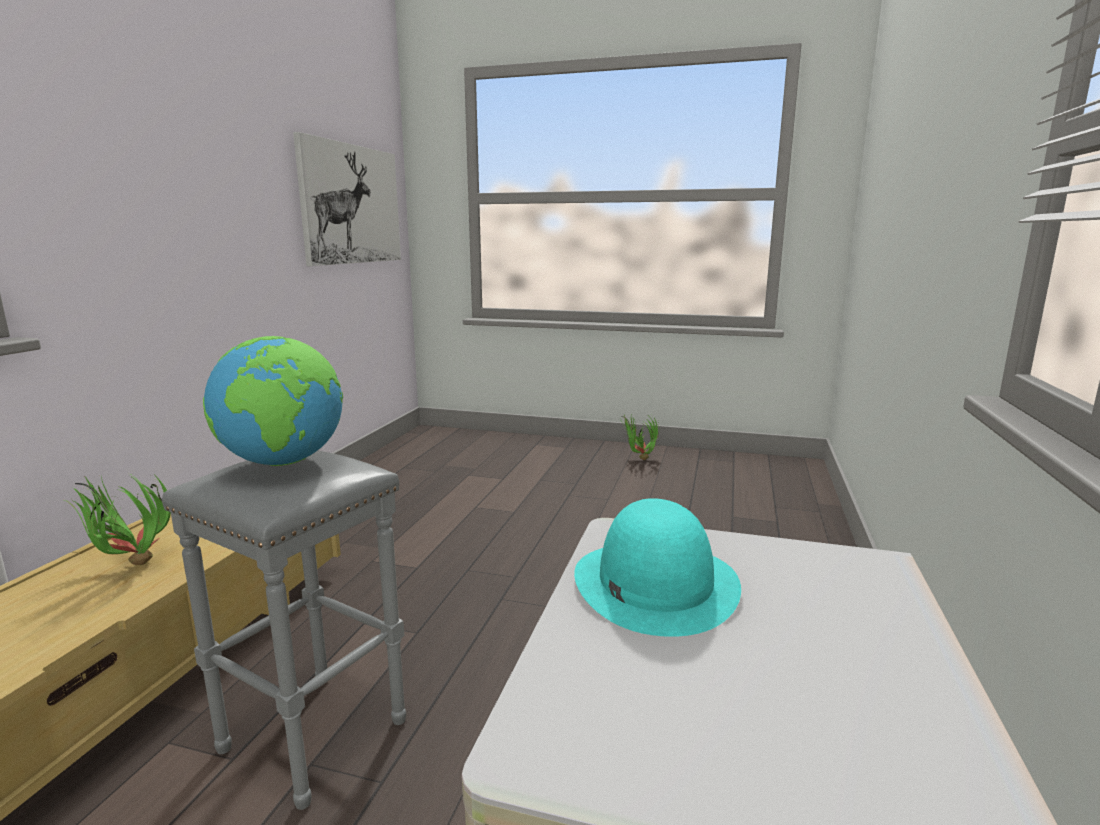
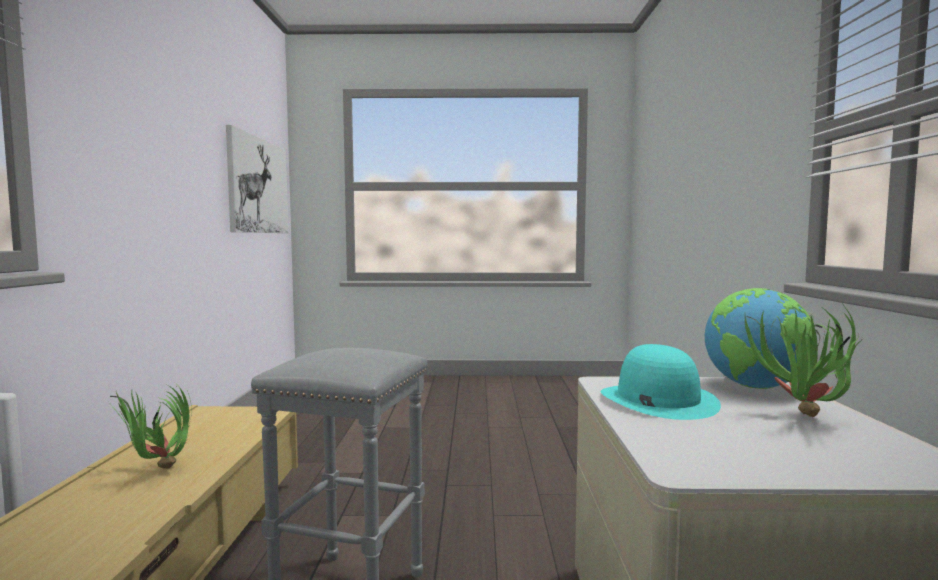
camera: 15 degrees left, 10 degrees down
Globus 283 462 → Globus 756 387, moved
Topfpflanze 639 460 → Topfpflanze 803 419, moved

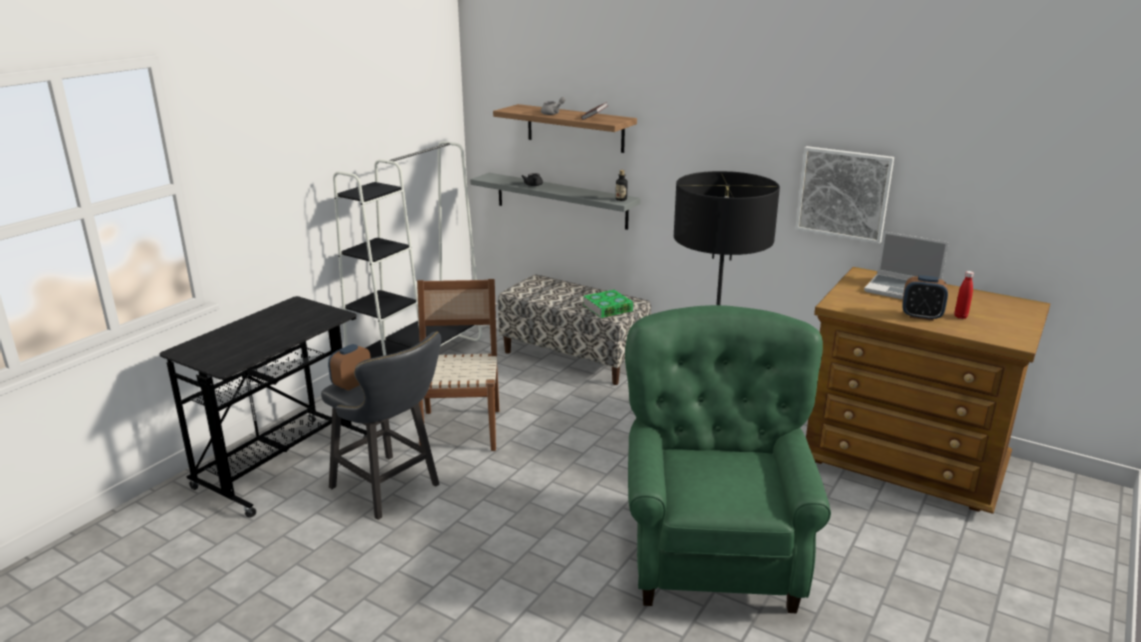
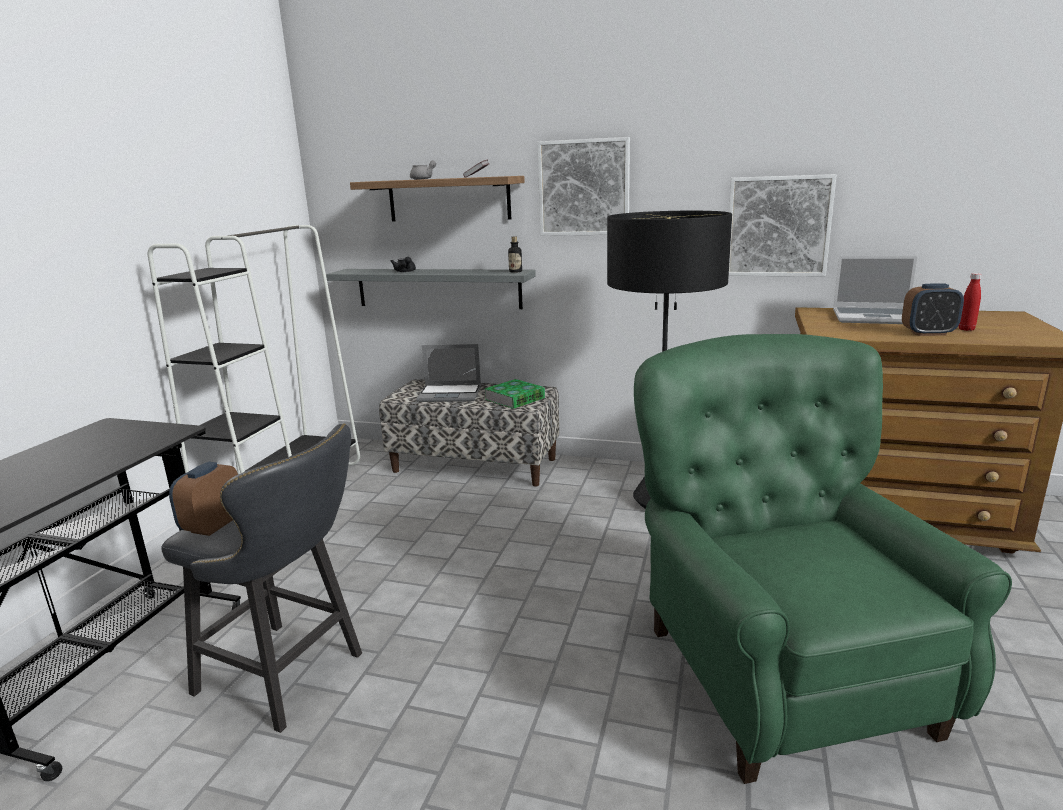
camera: 15 degrees left, 5 degrees down
Stuhl 461 428 → -
- → Laptop 451 394
- → Bild 584 188

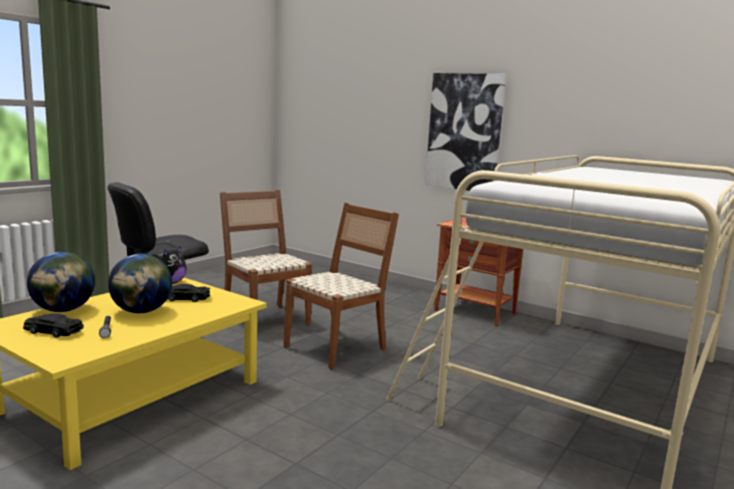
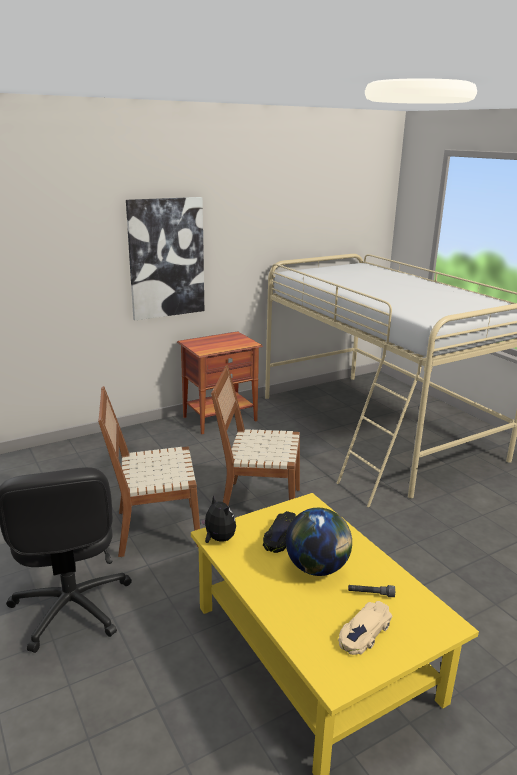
camera: 65 degrees left, 10 degrees up
Globus 63 310 → -
Spielzeugauto (schwarz) 52 330 → Spielzeugauto (beige) 364 632
Stuhl 338 347 → Stuhl 256 503, 60 degrees counterclockwise

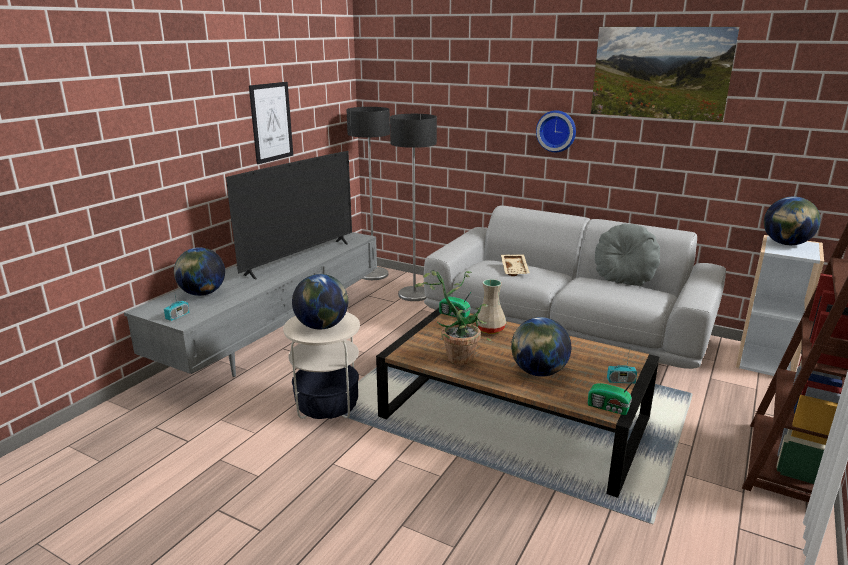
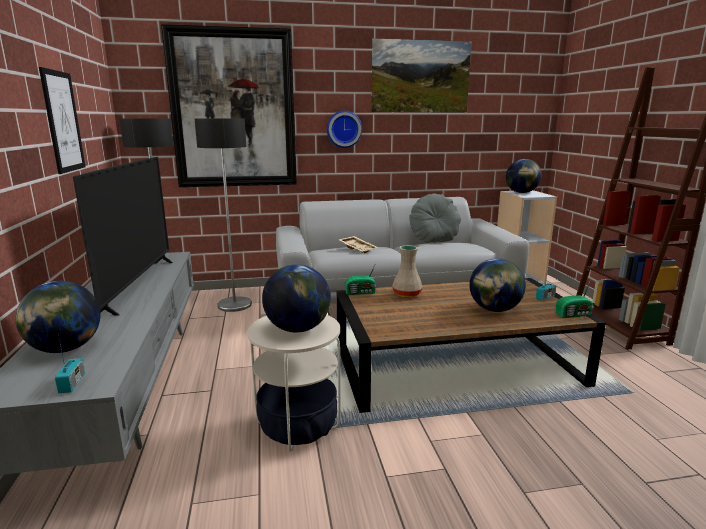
camera: 40 degrees left, 5 degrees down
Topfpflanze 458 355 → -
- → Bild 233 110

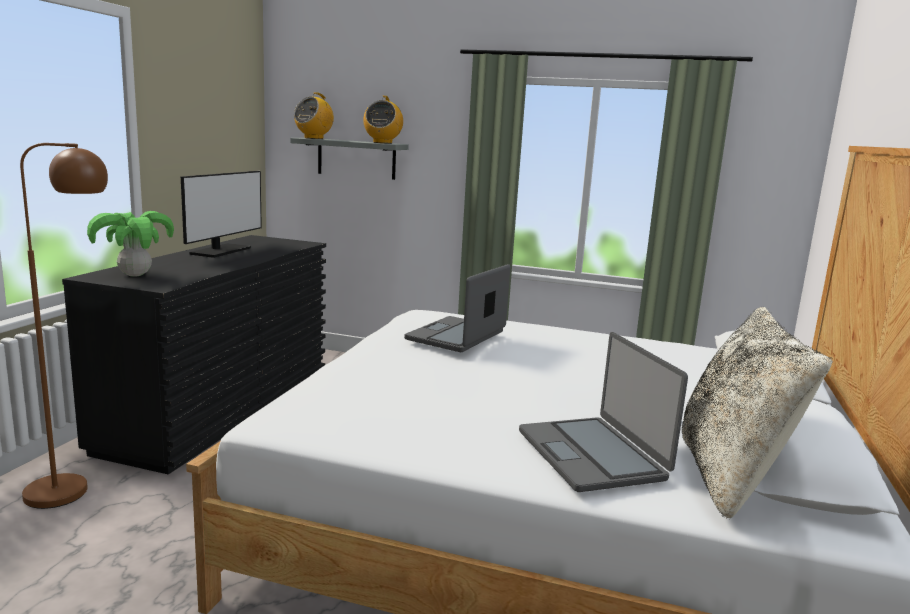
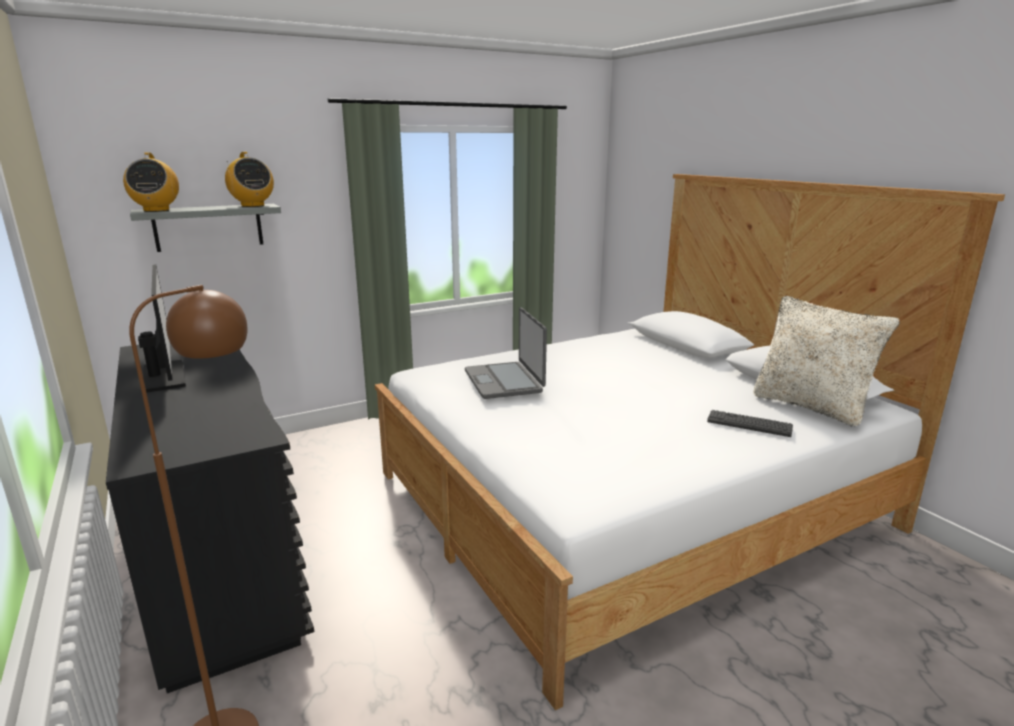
camera: 45 degrees left, 5 degrees up
Topfpflanze 135 275 → -
Laptop 592 455 → Tastatur 749 424

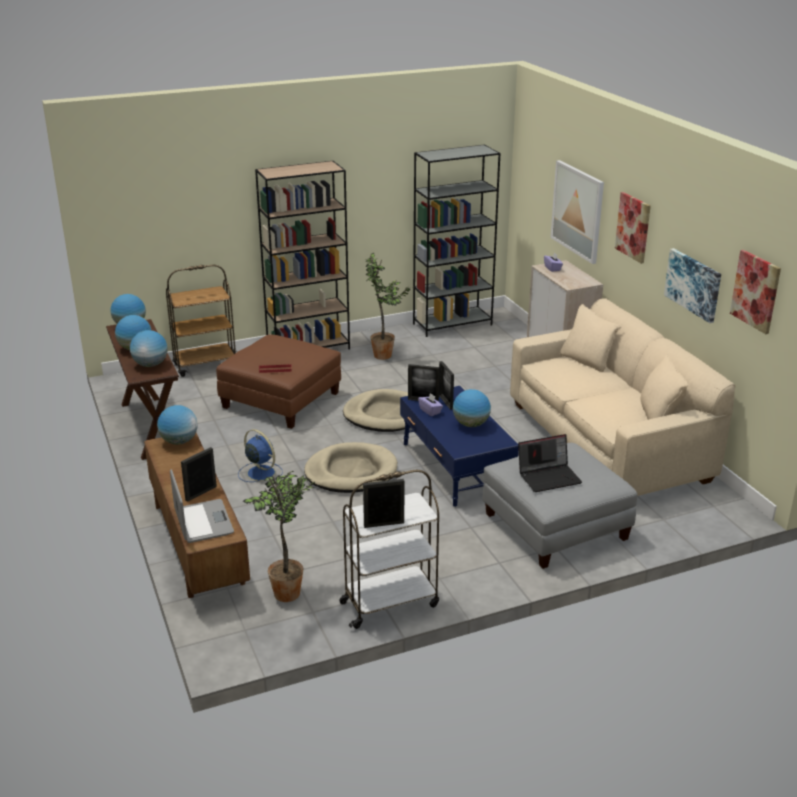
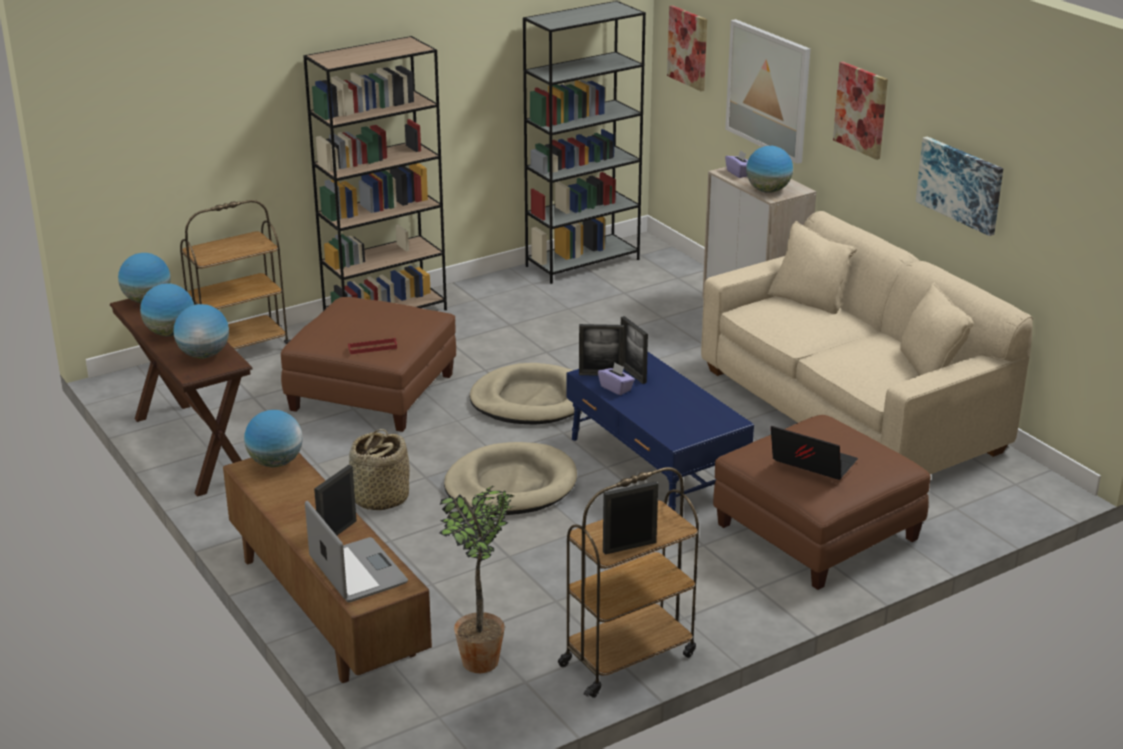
camera: 10 degrees left, 0 degrees up
Topfpflanze 384 356 → -
Globus 470 424 → Globus 768 190, moved
Bild 755 291 → Bild 688 47, moved
Ventilator (blau) 260 472 → Korb 380 498
Rollwagen (weiß) 390 604 → Rollwagen (braun) 629 660
Polsterhocker (grau) 555 526 → Polsterhocker (braun) 817 532
Laptop 549 477 → Laptop 811 463, 120 degrees counterclockwise

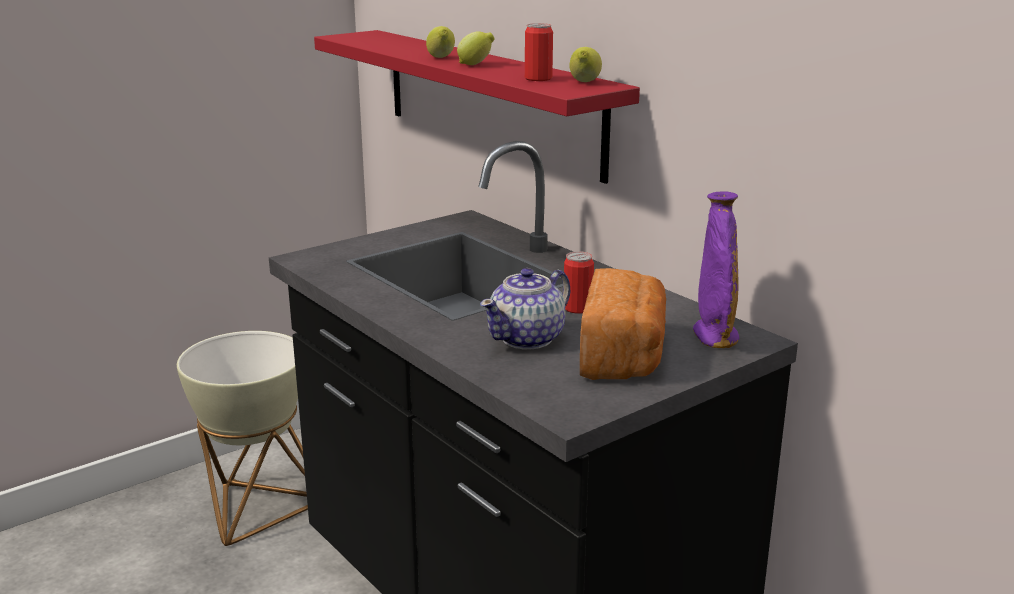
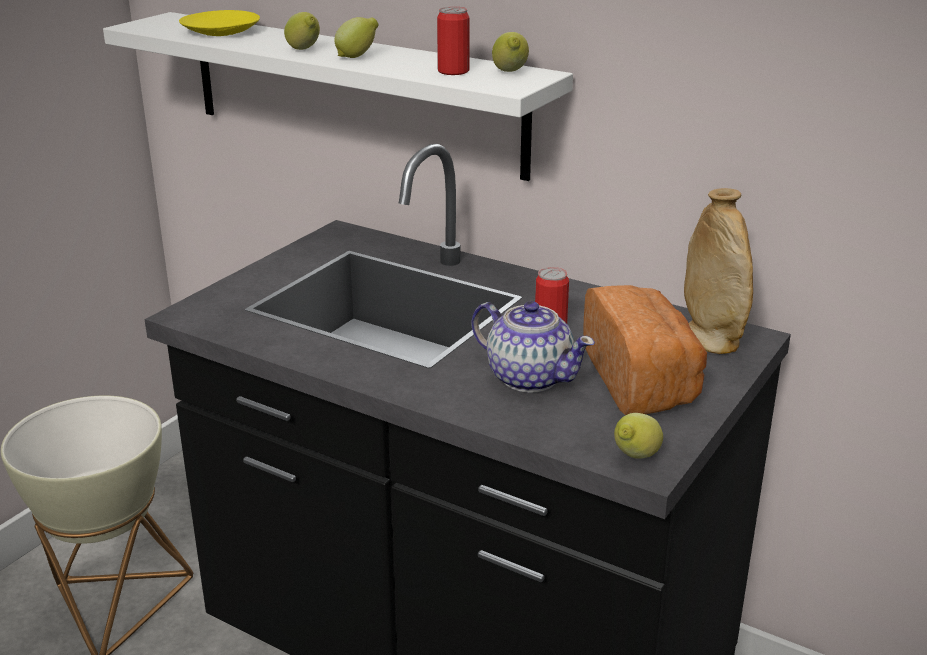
camera: 20 degrees left, 5 degrees up
- → Teller (gelb) 221 31
- → Zitrone 634 458
Wandregal (rot) 489 100 → Wandregal (weiß) 352 92
Vase (lila) 715 336 → Vase (beige) 710 339
Teekanne 528 338 → Teekanne 529 377, 75 degrees counterclockwise

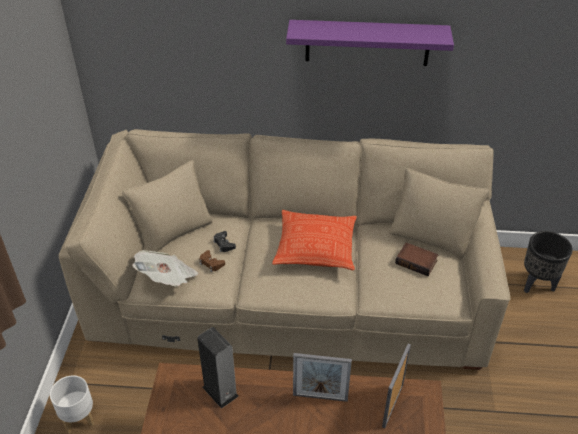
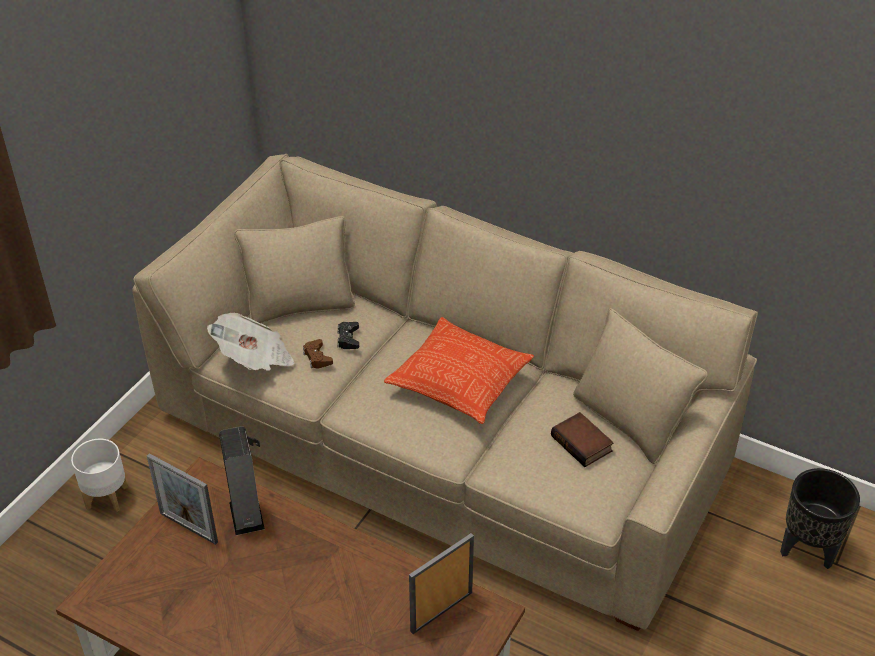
camera: 25 degrees right, 0 degrees up
Wandregal (lila) 367 42 → -
Bilderrahmen 320 397 → Bilderrahmen 188 528, moved

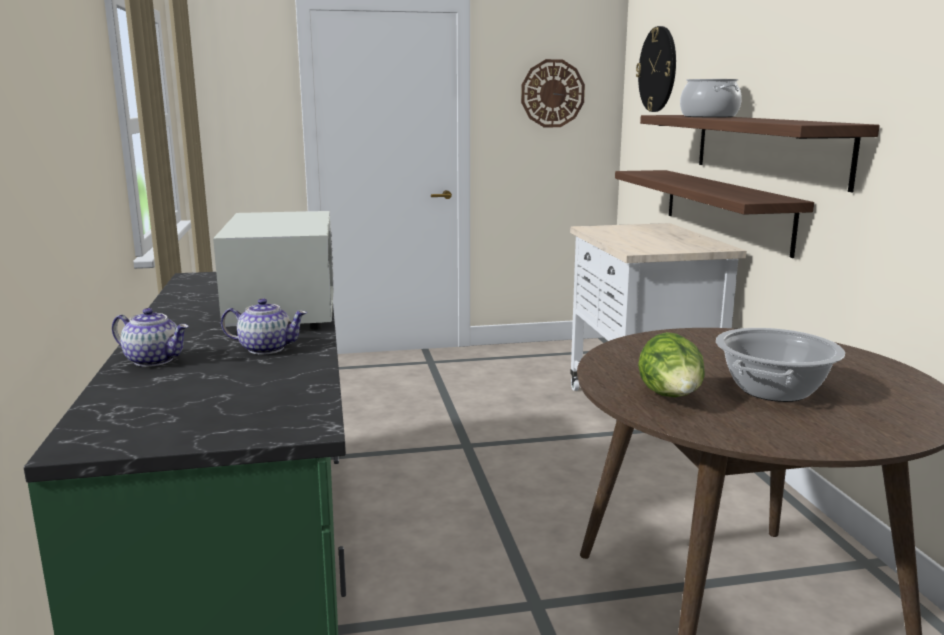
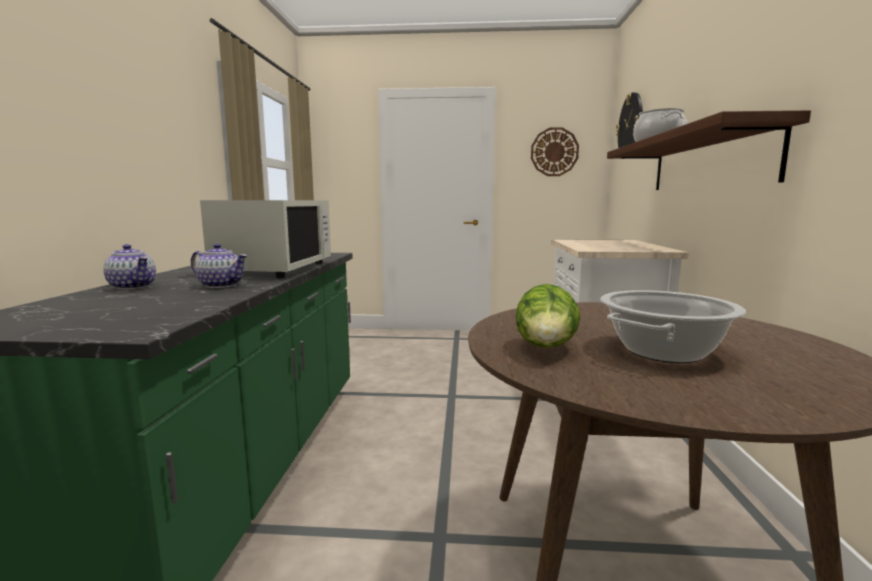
camera: 15 degrees right, 5 degrees down
Wandregal 725 208 → -

